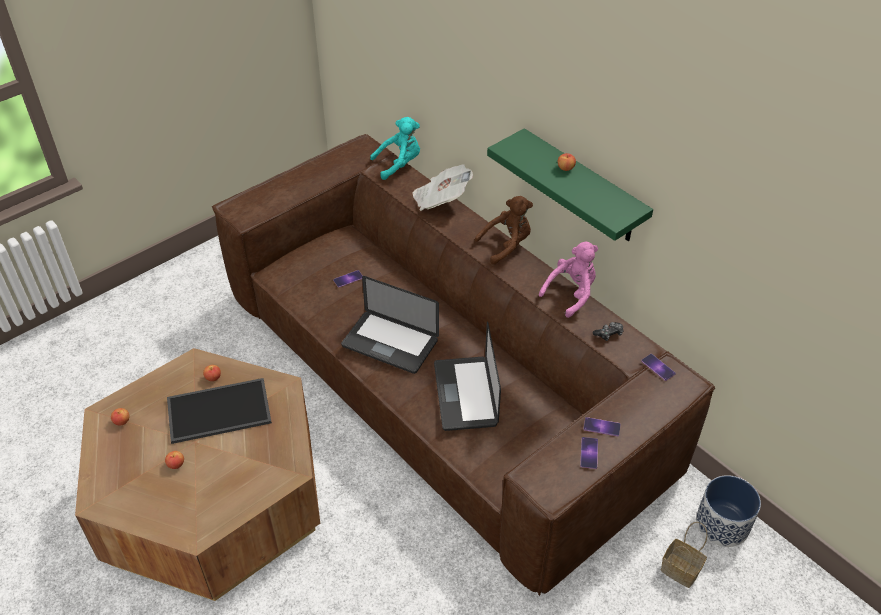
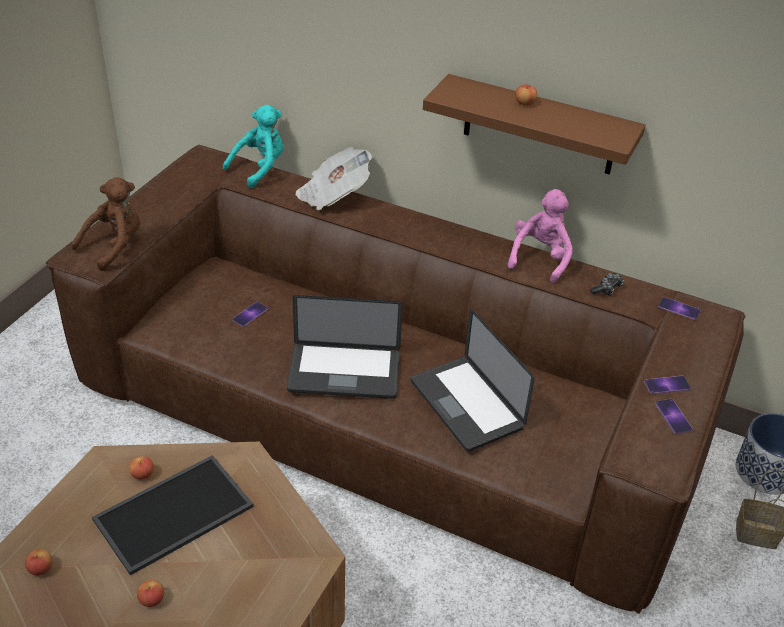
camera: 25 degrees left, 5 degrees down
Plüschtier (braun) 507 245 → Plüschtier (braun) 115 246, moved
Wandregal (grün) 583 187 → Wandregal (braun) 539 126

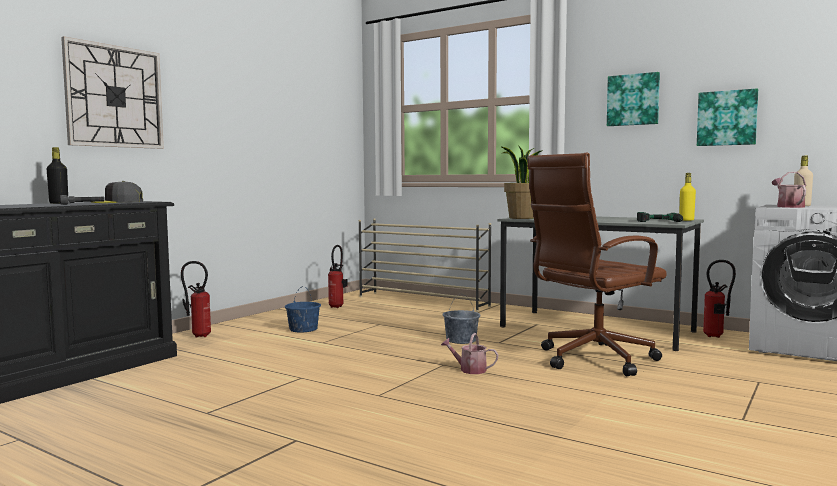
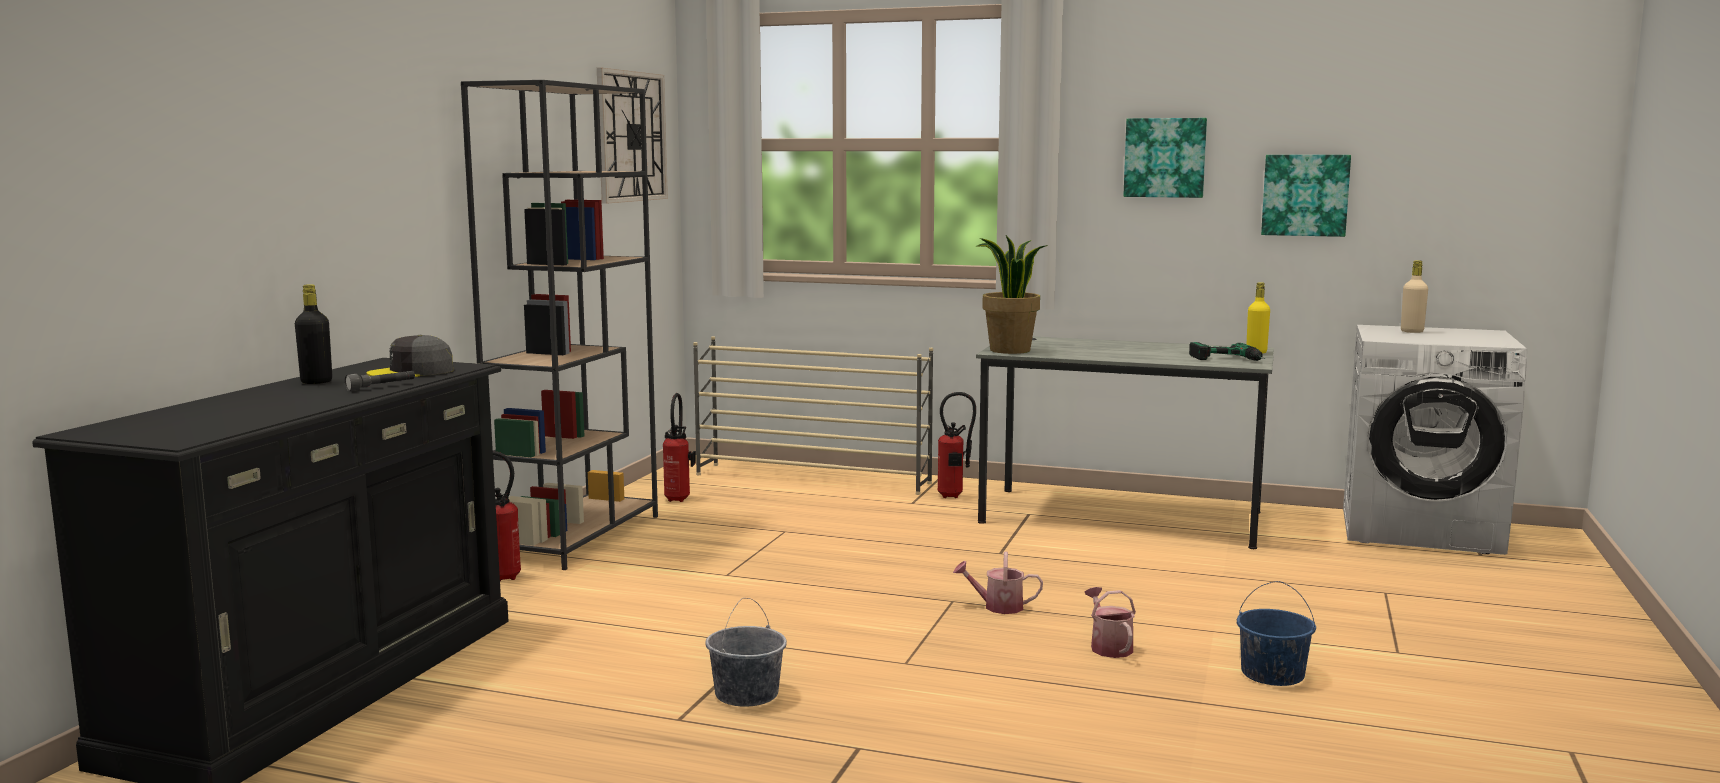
camera: 15 degrees left, 5 degrees up
Bürostuhl (braun) 592 360 → -
- → Bücherregal 577 537
Wanduhr 114 96 → Wanduhr 631 136, moved
Eimer (blau) 303 329 → Eimer (blau) 1272 674, moved
Eimer (grau) 461 340 → Eimer (grau) 746 694, moved
Feuerlöscher 716 336 → Feuerlöscher 954 496, moved
Gießkanne 788 206 → Gießkanne 1109 646, moved

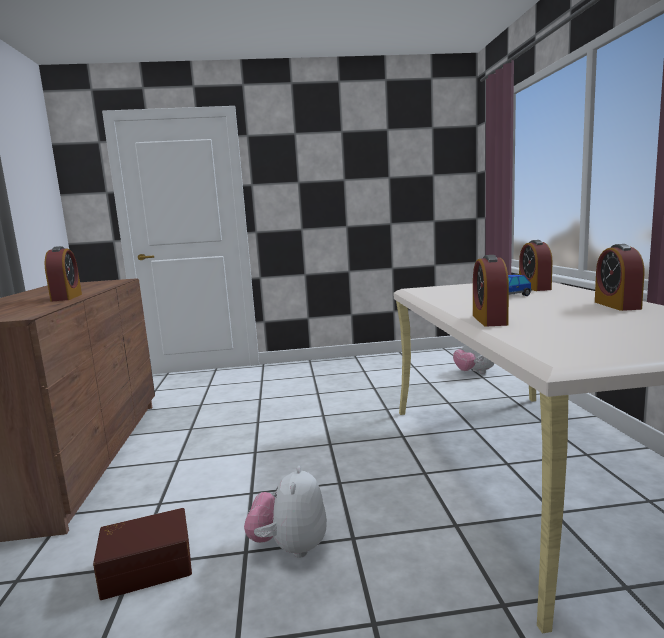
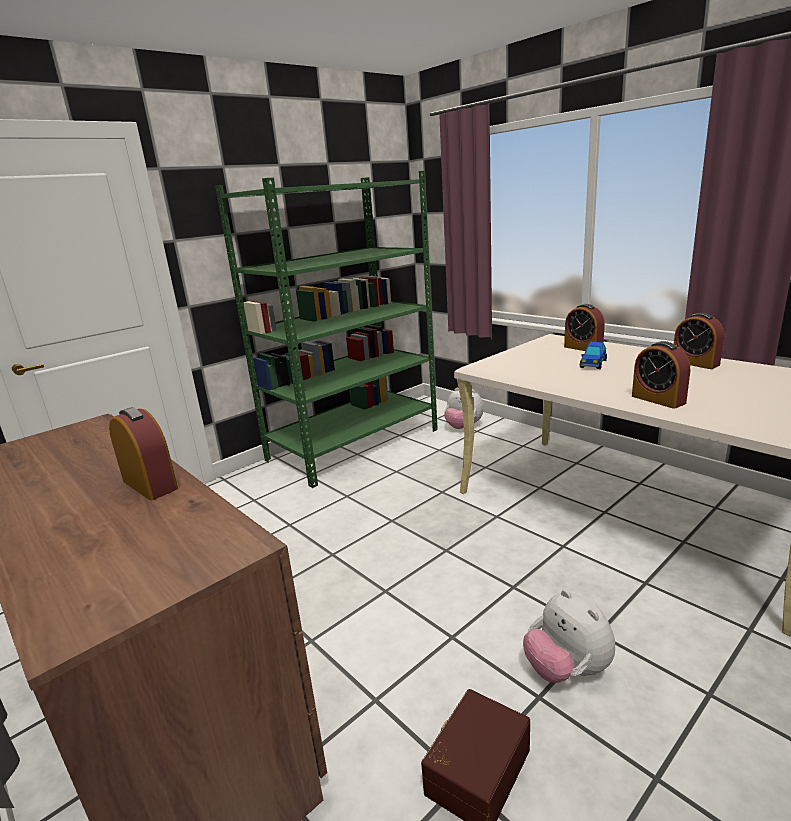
camera: 35 degrees left, 10 degrees up
- → Bücherregal (grün) 354 444

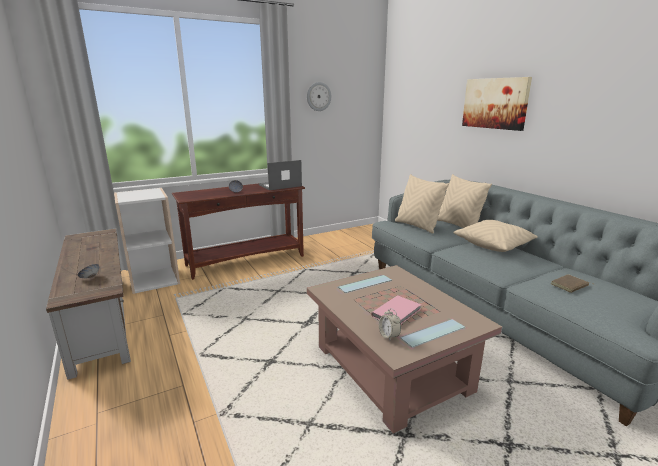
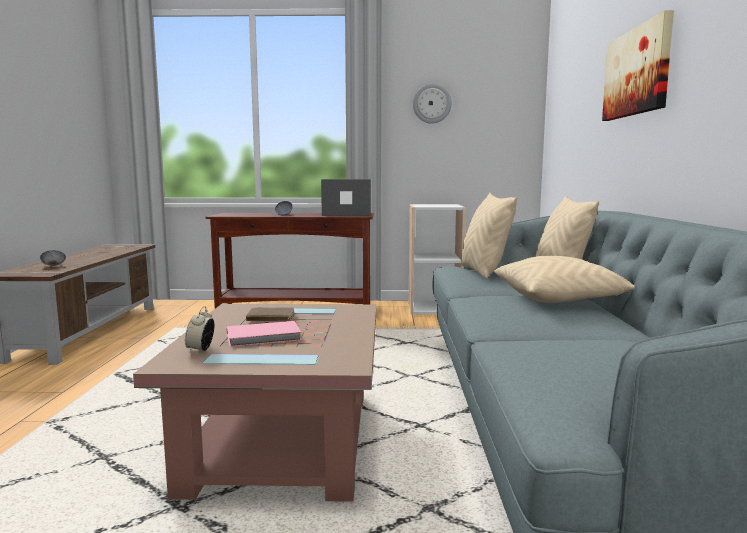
camera: 30 degrees right, 10 degrees down
Bücherregal 155 279 → Bücherregal 434 308, moved
Buch (braun) 570 286 → Buch (braun) 270 318, moved

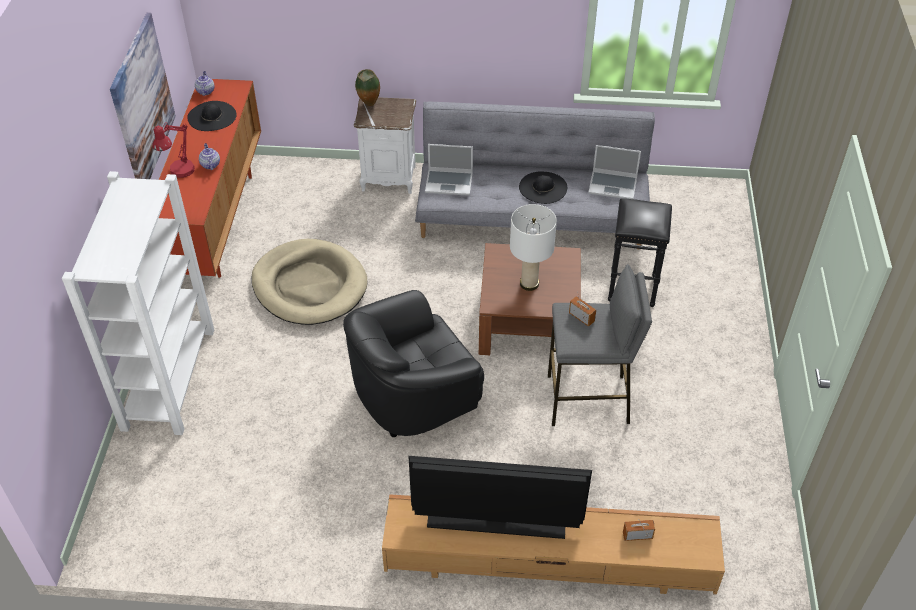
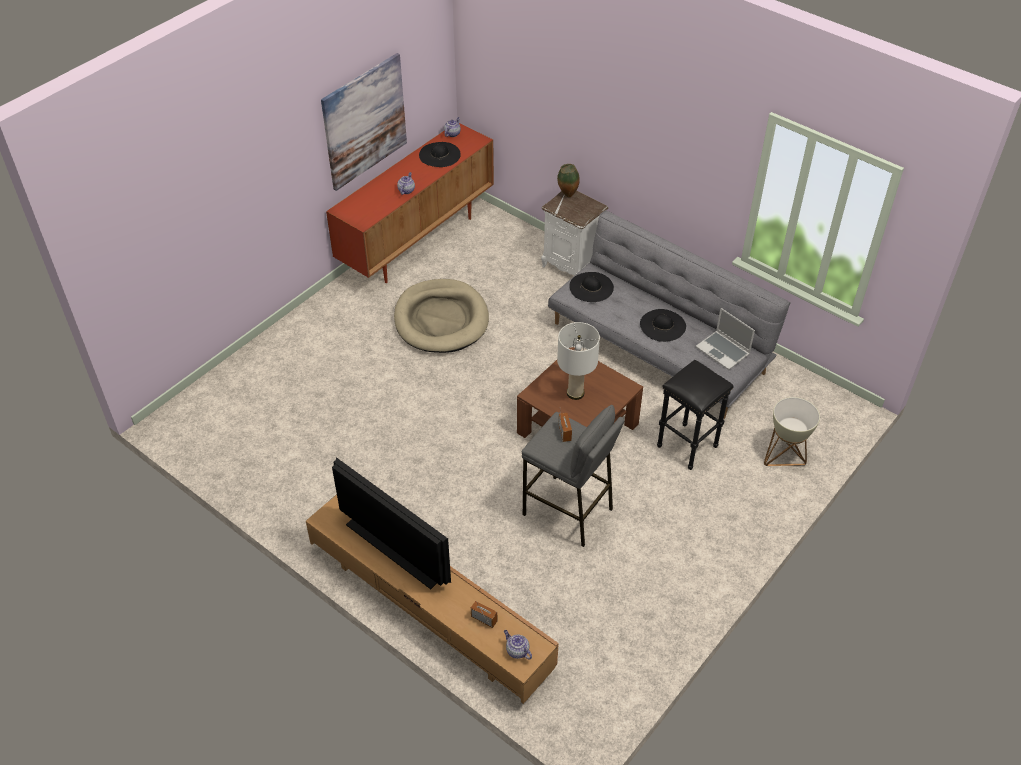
camera: 35 degrees right, 0 degrees up
Bücherregal (weiß) 168 378 → -
Tischlampe (rot) 179 173 → -
Sessel (schwarz) 414 395 → -
- → Teekanne 517 650
- → Pflanzkübel 784 456
Laptop 449 183 → Hut (schwarz) 591 287

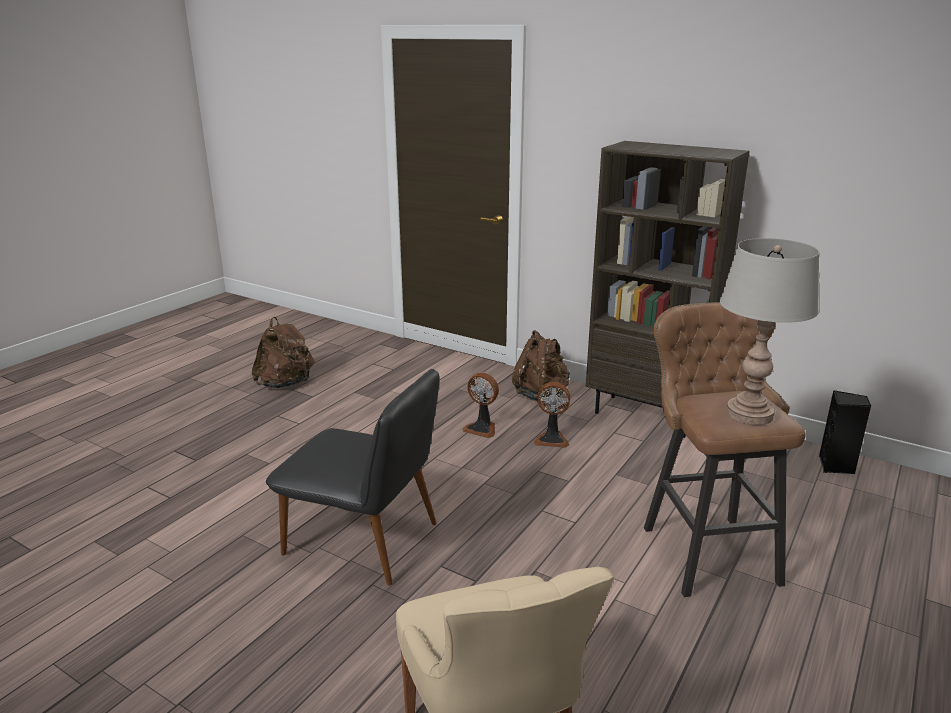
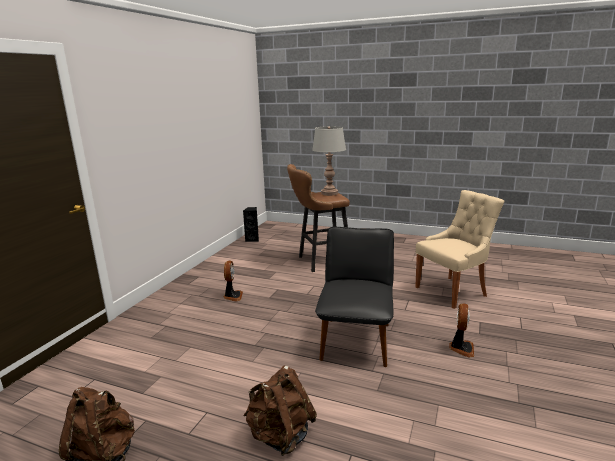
camera: 100 degrees left, 5 degrees down
Bücherregal (braun) 647 415 → -
Ventilator 482 428 → Ventilator 461 348, moved
Rucksack (braun) 541 395 → Rucksack (braun) 280 436, moved

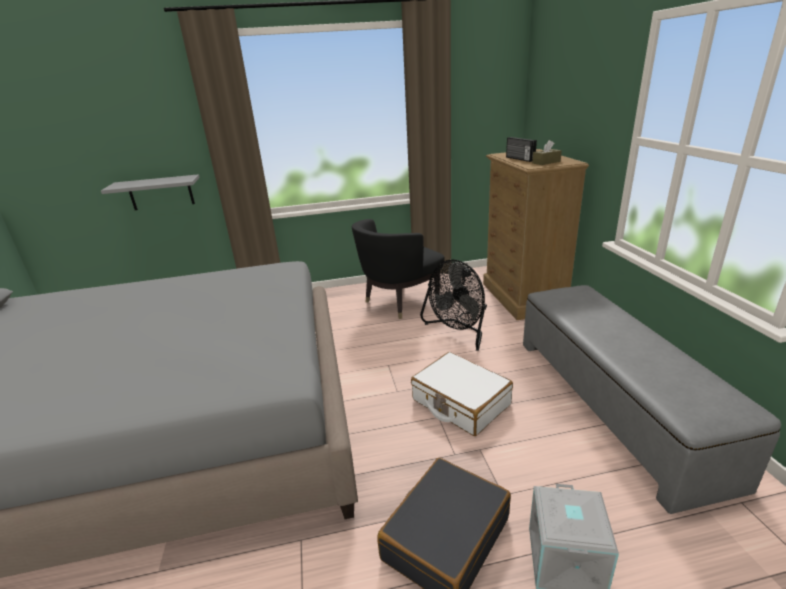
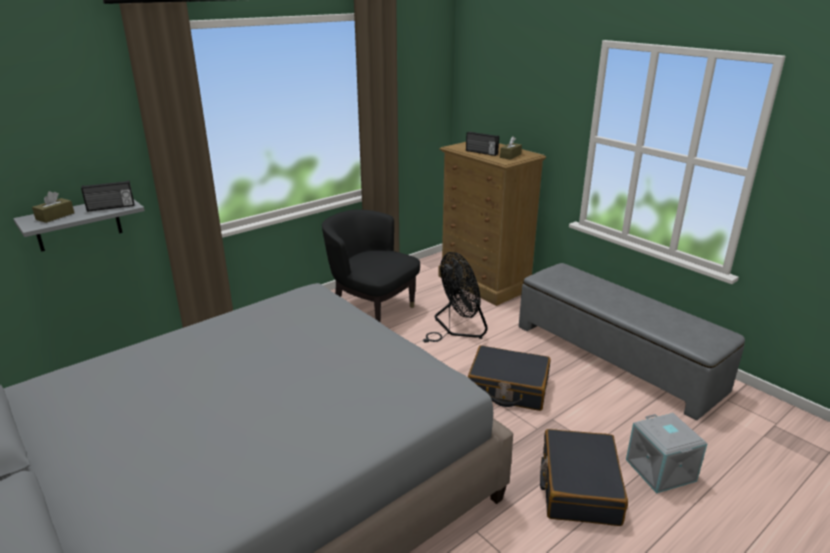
camera: 30 degrees left, 0 degrees up
- → Taschentuchbox (braun) 55 216
- → Radio 111 207
Koffer (weiß) 460 402 → Koffer (schwarz) 508 388
Sessel (schwarz) 400 301 → Sessel (schwarz) 372 309, 105 degrees clockwise
Ventilator (schwarz) 458 330 → Ventilator (schwarz) 453 325, 135 degrees counterclockwise

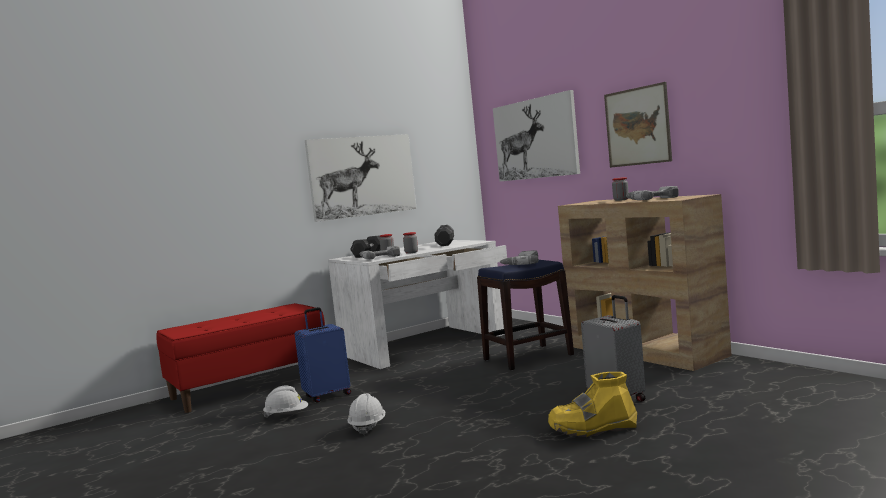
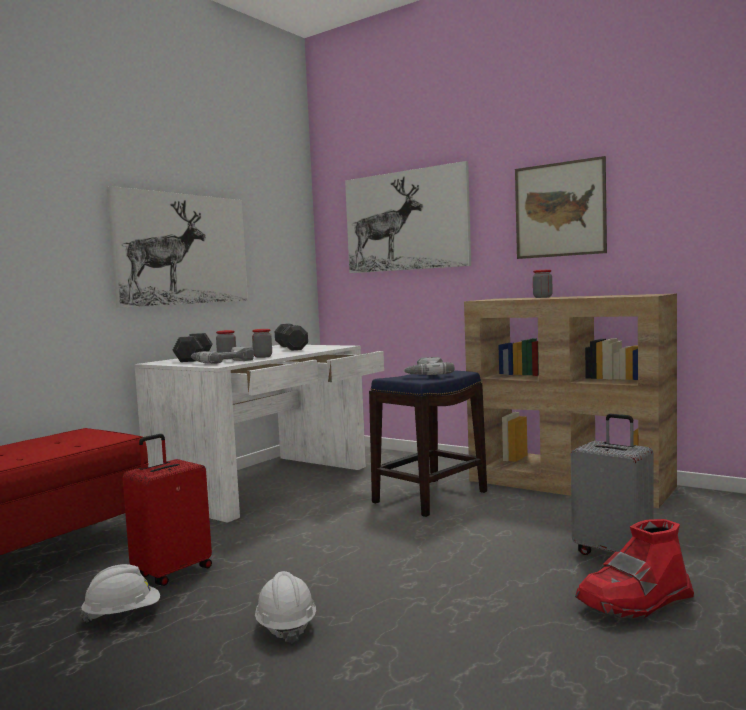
camera: 20 degrees left, 0 degrees up
Bohrmaschine 651 199 → -
Koffer (blau) 327 395 → Koffer (rot) 172 572
Stiefel (gelb) 592 428 → Stiefel (rot) 635 603

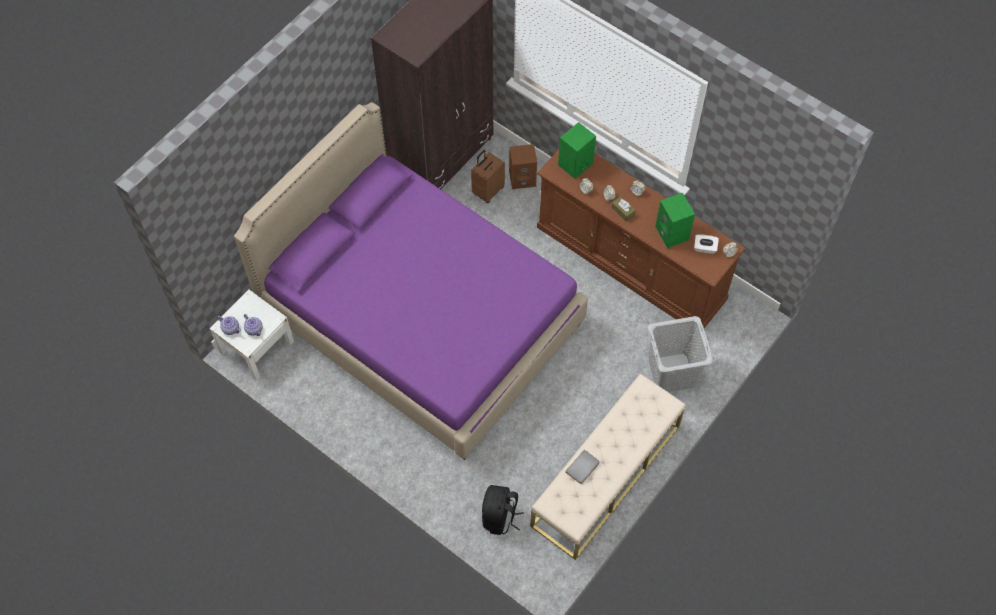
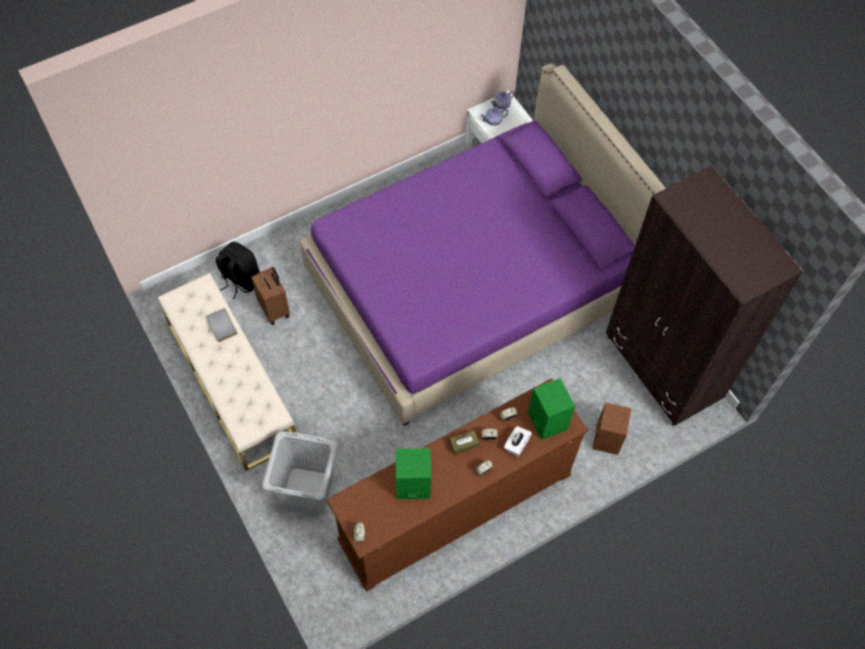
camera: 110 degrees right, 0 degrees up
Koffer (braun) 487 191 → Koffer (braun) 275 309, moved
Taschentuchbox (weiß) 704 248 → Taschentuchbox (weiß) 516 444, moved

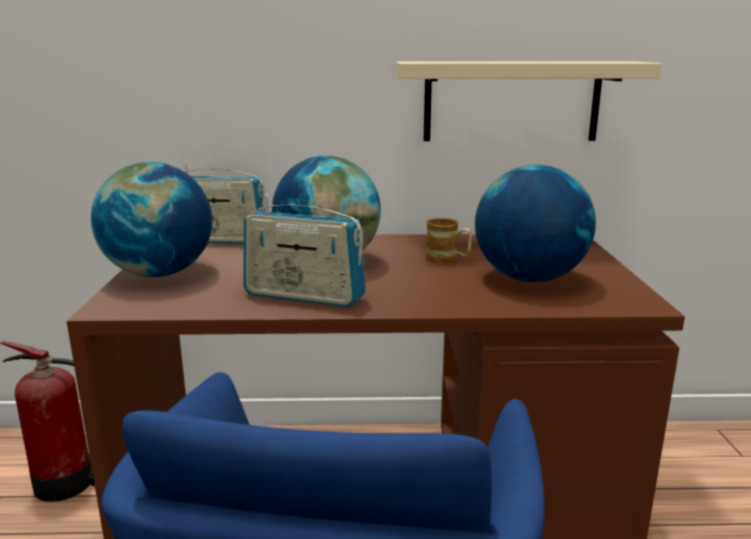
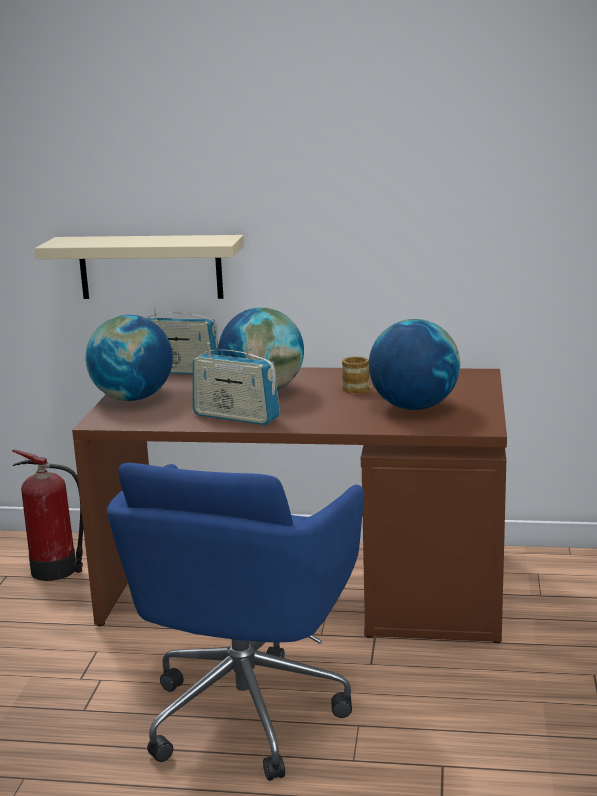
camera: 10 degrees right, 0 degrees up
Wandregal (beige) 511 101 → Wandregal (beige) 150 267, moved

